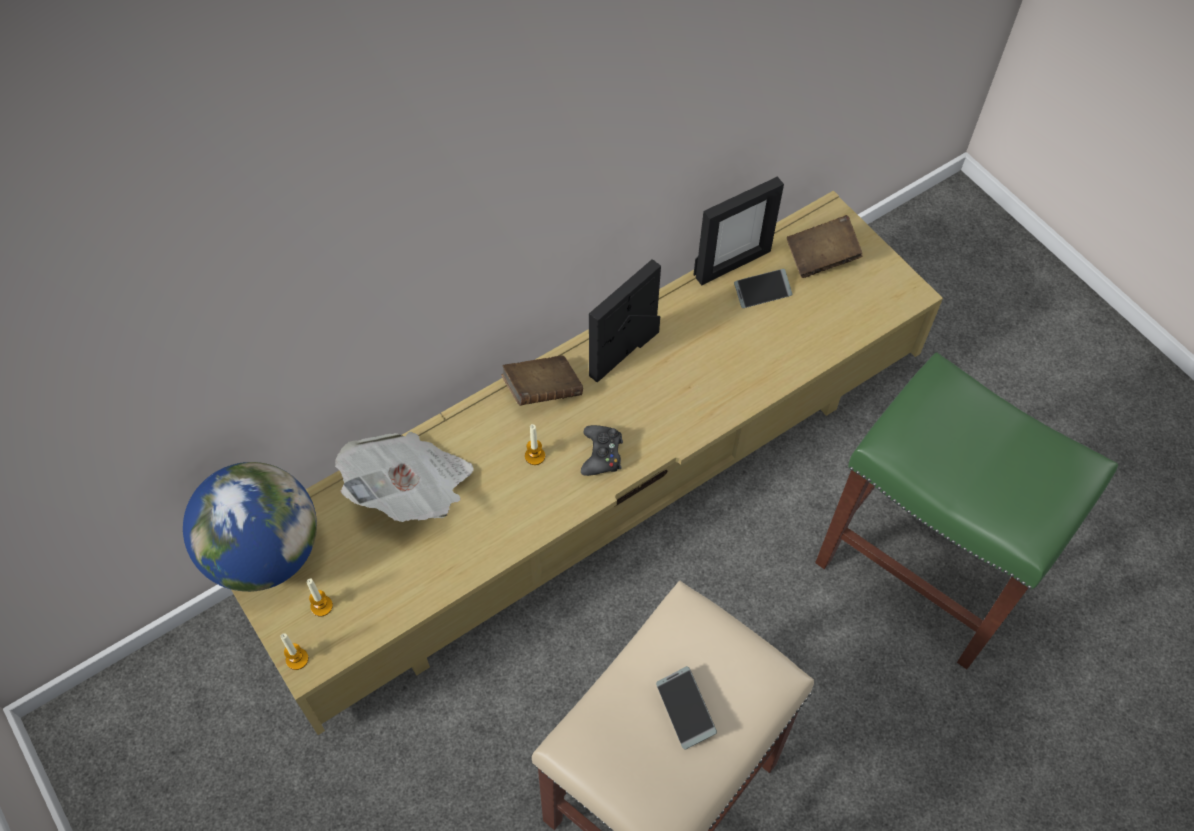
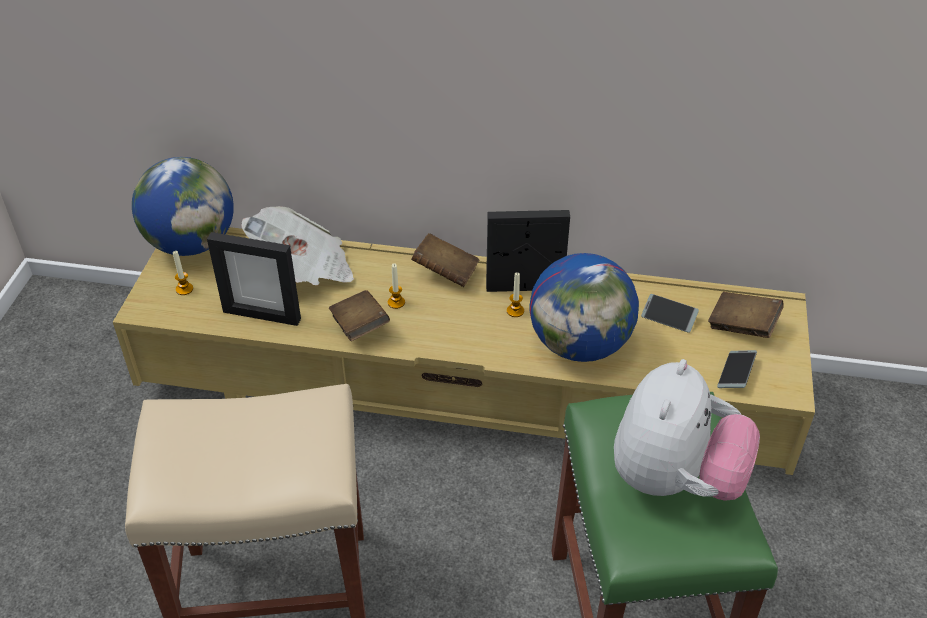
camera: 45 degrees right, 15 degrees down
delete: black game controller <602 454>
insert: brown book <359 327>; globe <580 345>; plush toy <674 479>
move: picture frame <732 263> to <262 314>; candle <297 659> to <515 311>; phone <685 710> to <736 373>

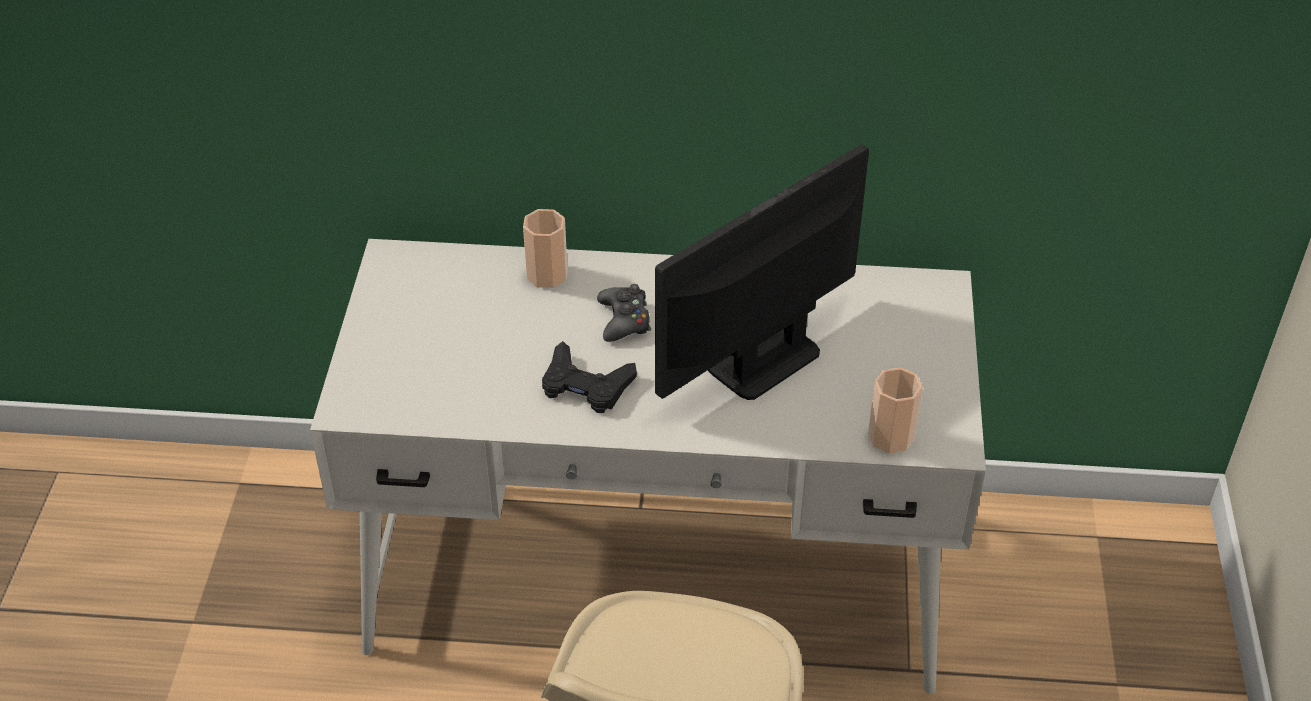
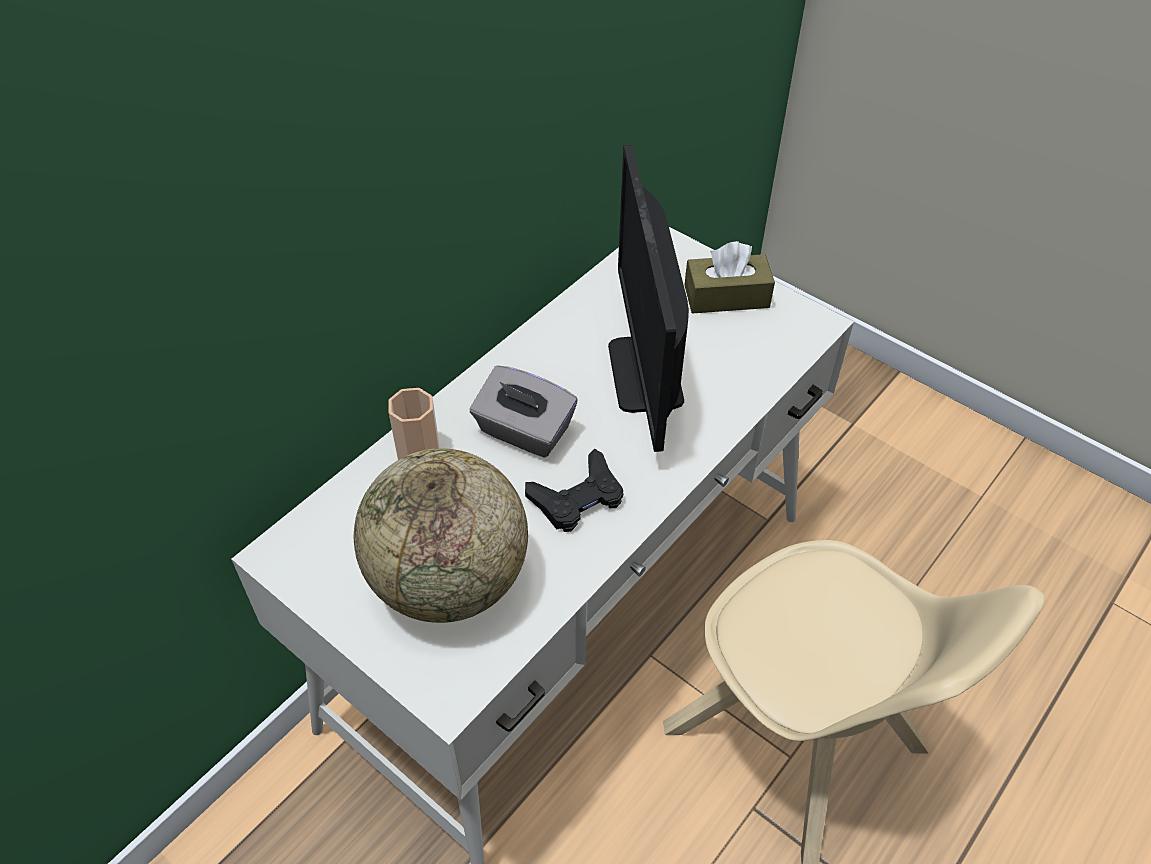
camera: 55 degrees left, 5 degrees up
delete: cup <891 436>
insert: globe <449 580>; brown tissue box <726 296>
replace: black game controller <624 320> to grey tissue box <524 432>

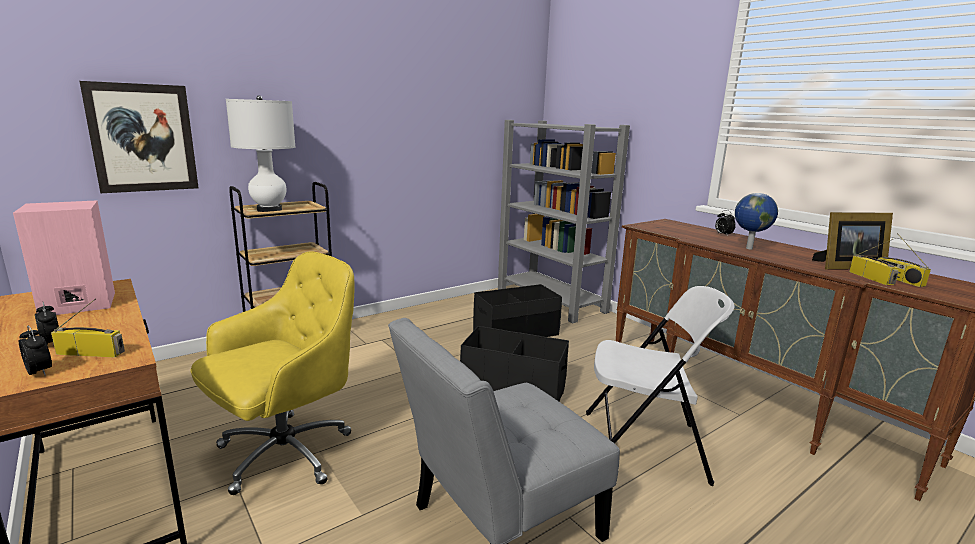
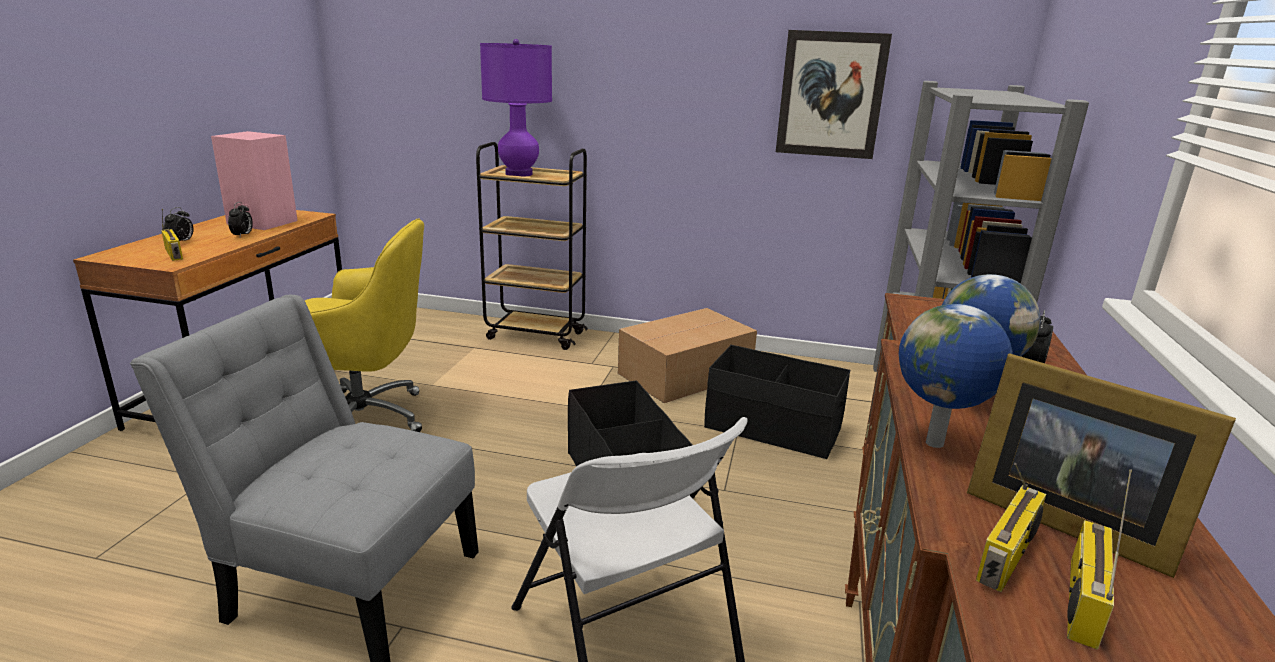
camera: 50 degrees right, 5 degrees up
insert: cardboard box <687 374>; globe <936 444>
move: alarm clock <40 372> to <243 236>; picture <143 138> to <831 95>
recolor: white table lamp <269 210> to purple table lamp <518 174>

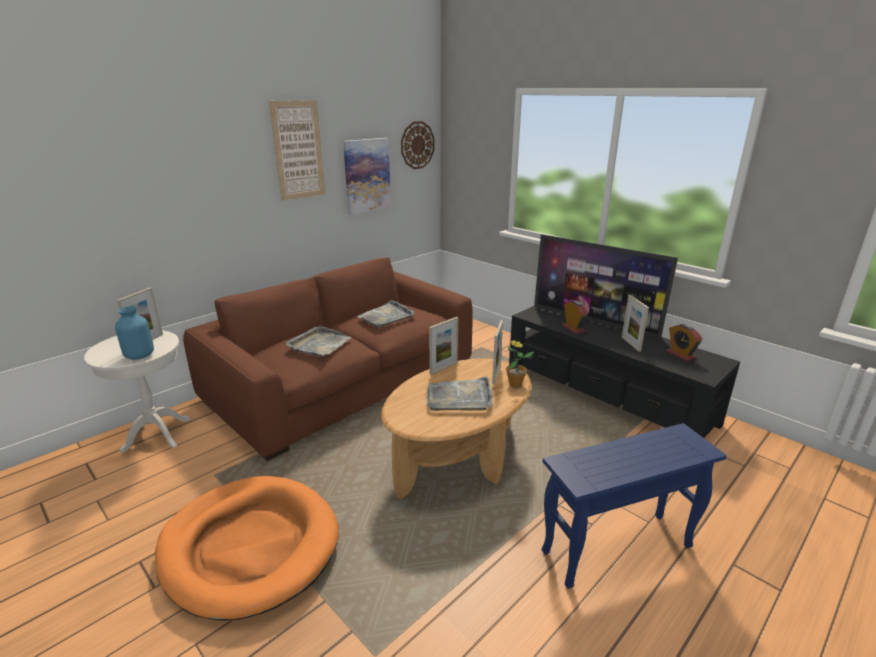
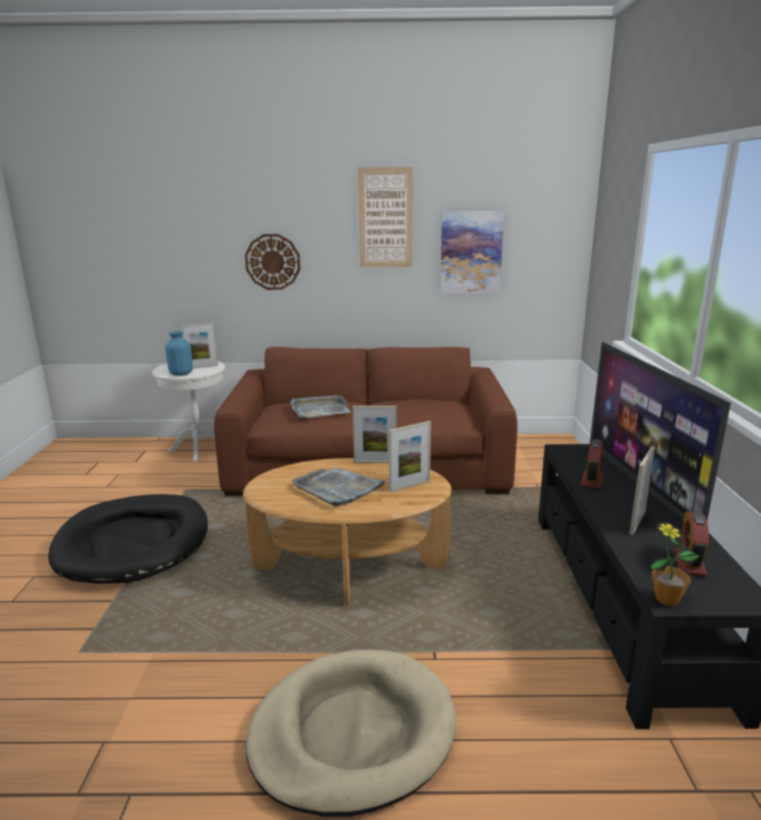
camera: 45 degrees right, 5 degrees down
delete: grey tray <386 316>
move: wall clock <417 145> to <272 262>; potted plant <515 384> to <666 599>
replace: blue side table <617 549> to beige dog bed <352 733>
recolor: orange dog bed <250 547> to black dog bed <133 543>

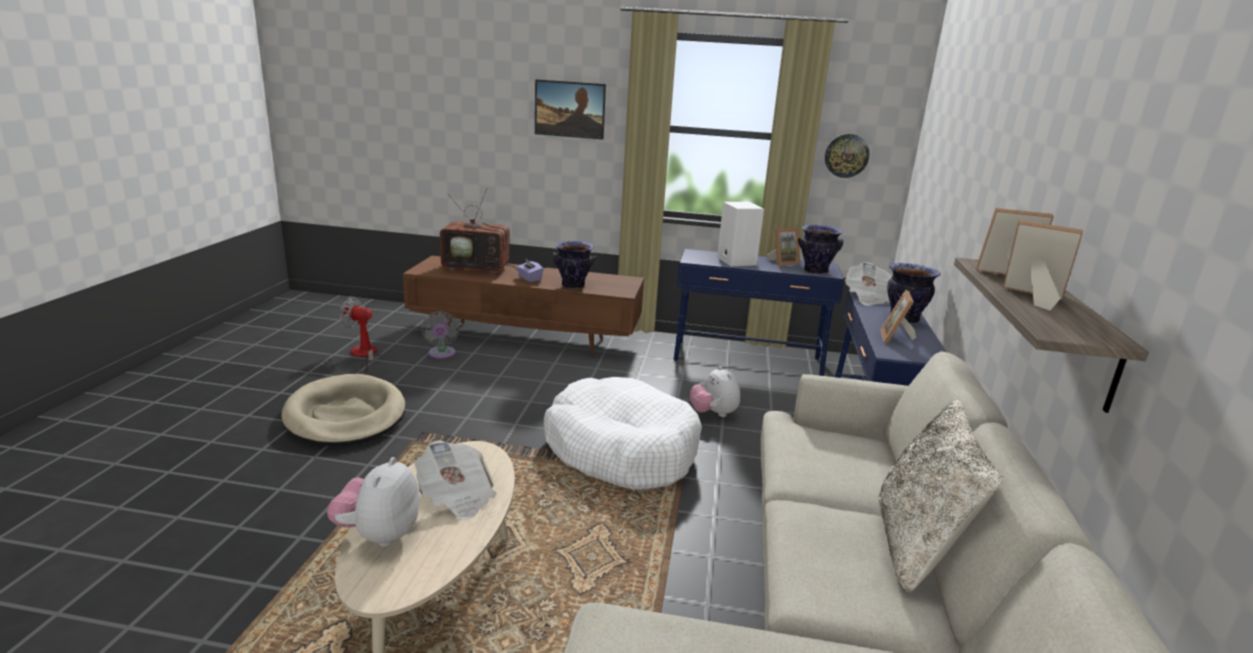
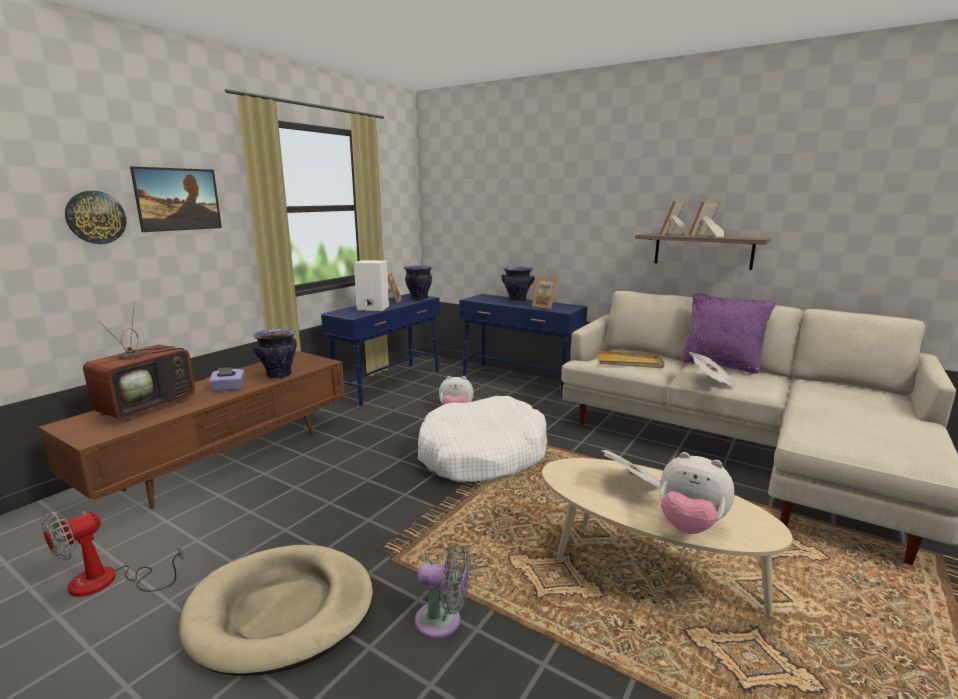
camera: 65 degrees left, 5 degrees down
insert: beige tray <629 362>
move: wall clock <846 155> to <96 217>; grey fan <441 354> to <443 621>; newspaper <867 297> to <712 382>
recolor: beige pillow <914 552> to purple pillow <721 366>

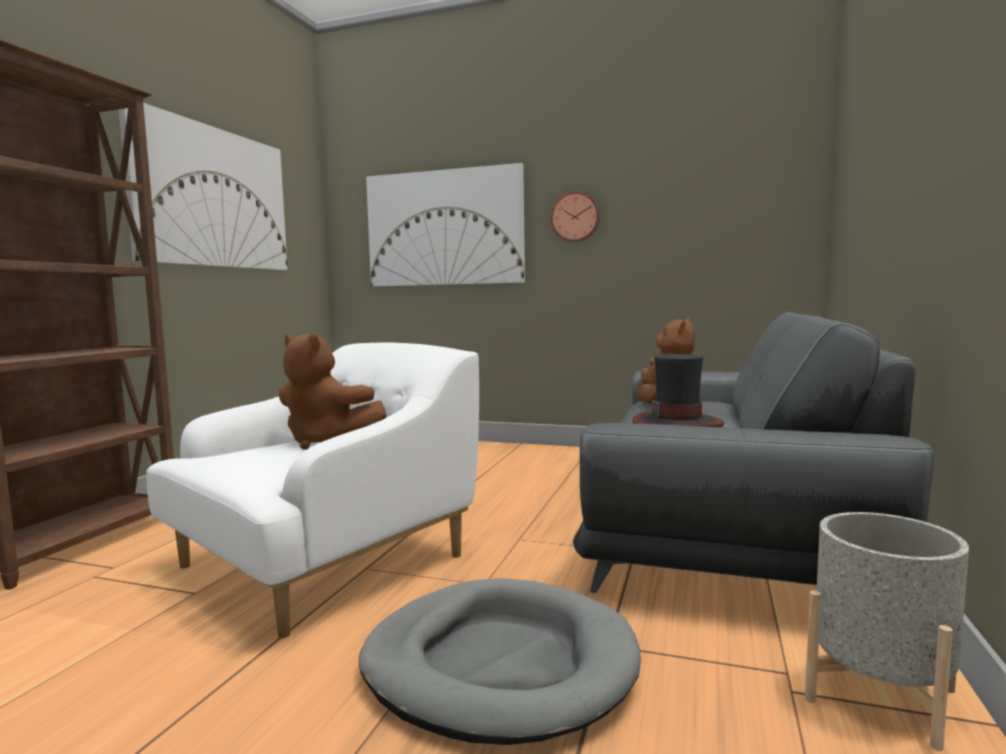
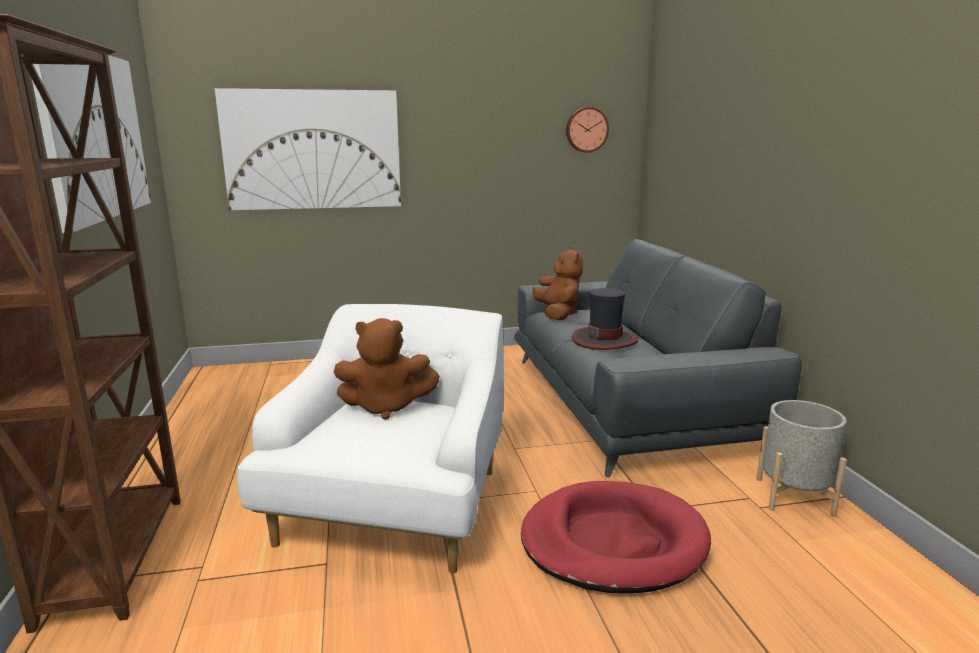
camera: 30 degrees left, 10 degrees up
move: wall clock <575 217> to <586 129>
recolor: grey dog bed <499 664> to red dog bed <613 542>

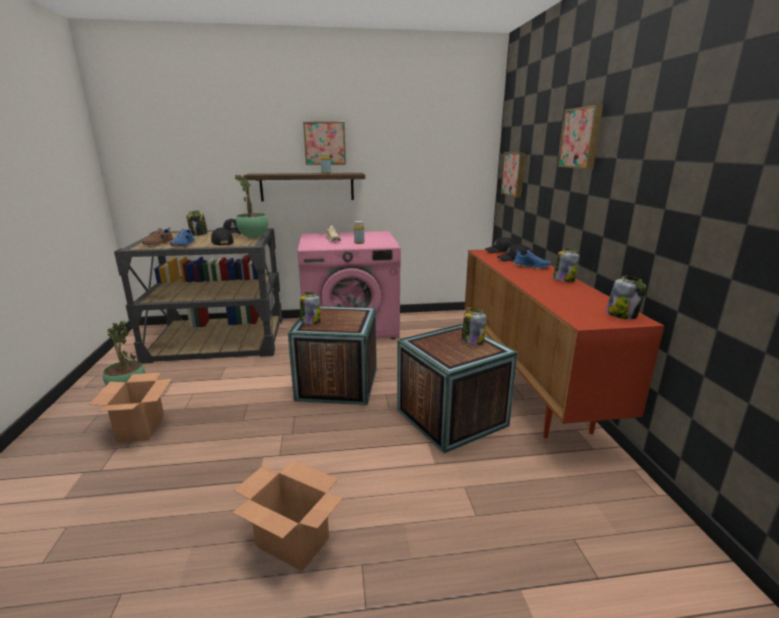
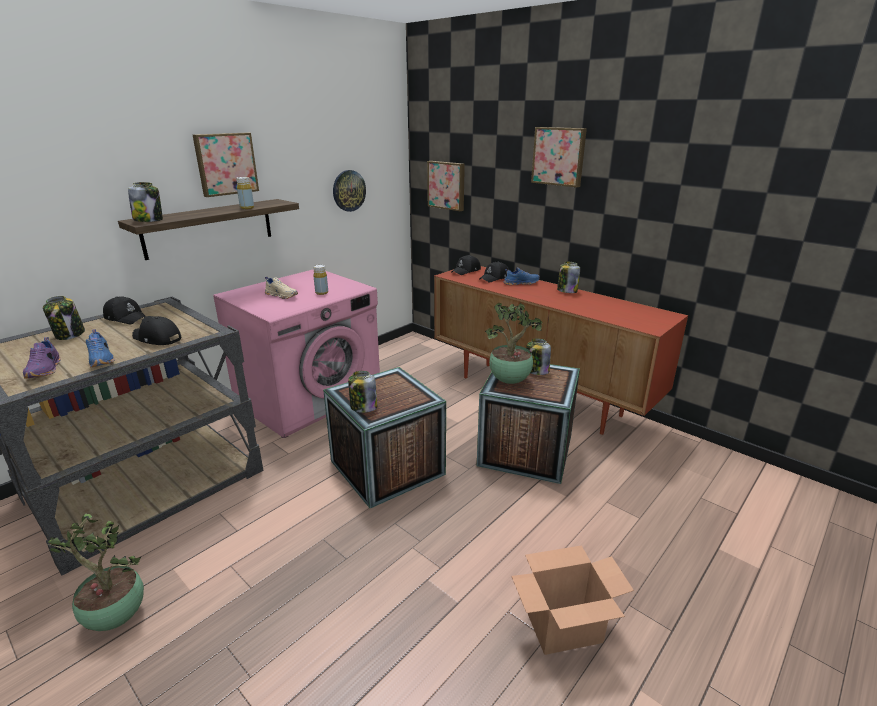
camera: 40 degrees left, 5 degrees up
delete: cardboard box <141 428>
insert: wall clock <348 190>
move: jar <622 315> to <149 220>; potted plant <253 237> to <511 381>
recolor: brown shoe <159 244> to purple shoe <45 370>

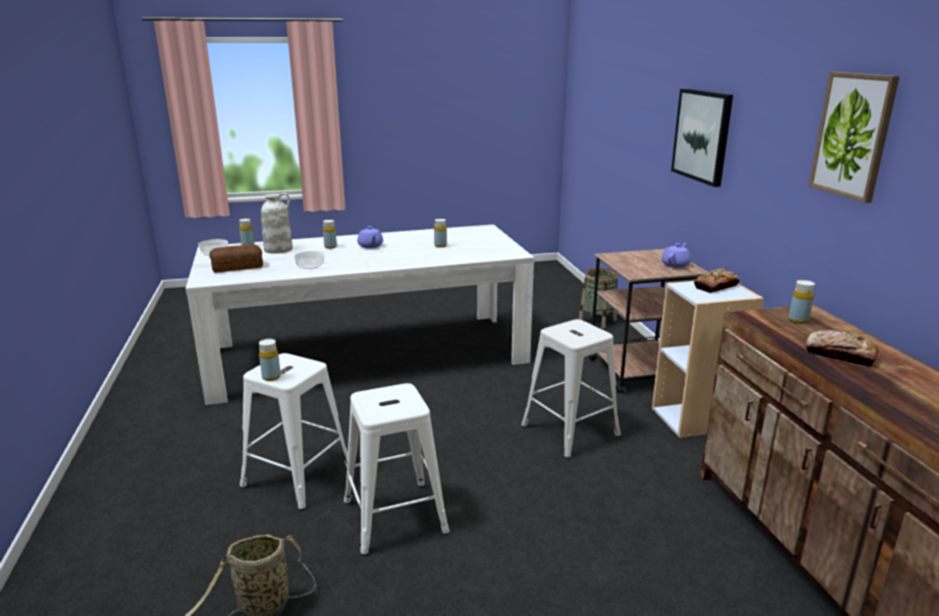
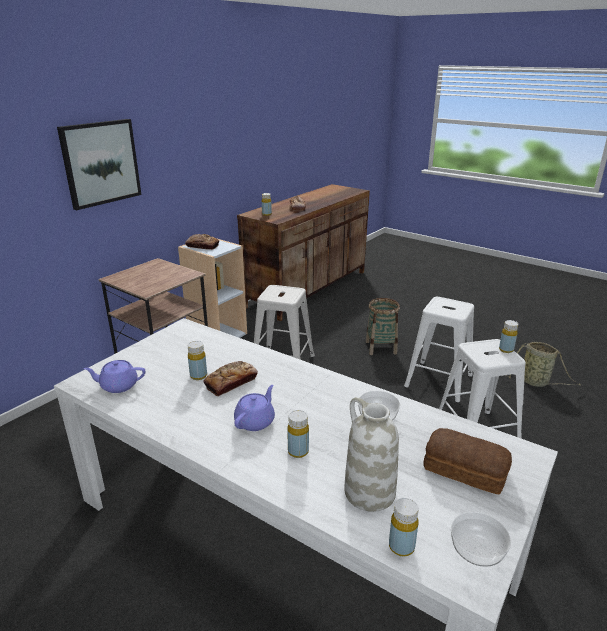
camera: 130 degrees left, 5 degrees up
delete: picture <853 135>
insert: bread <231 382>
move: purple teapot <675 264> to <118 386>; basket <597 321> to <381 347>

